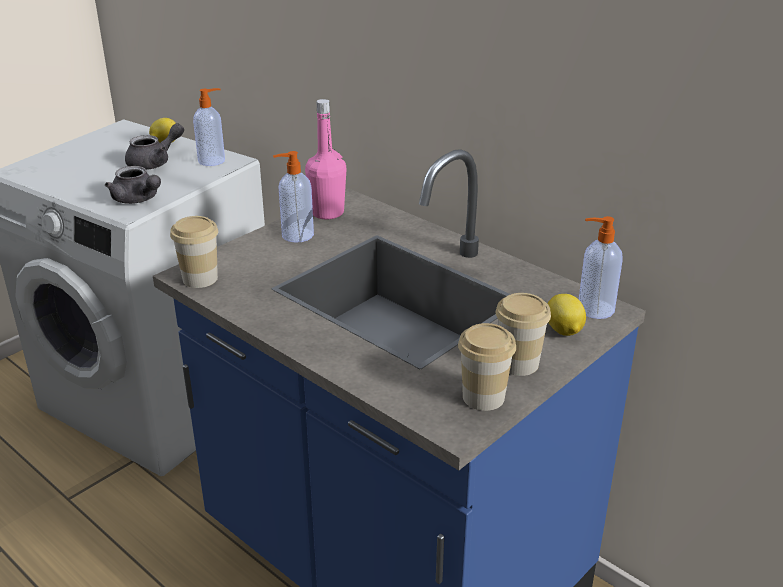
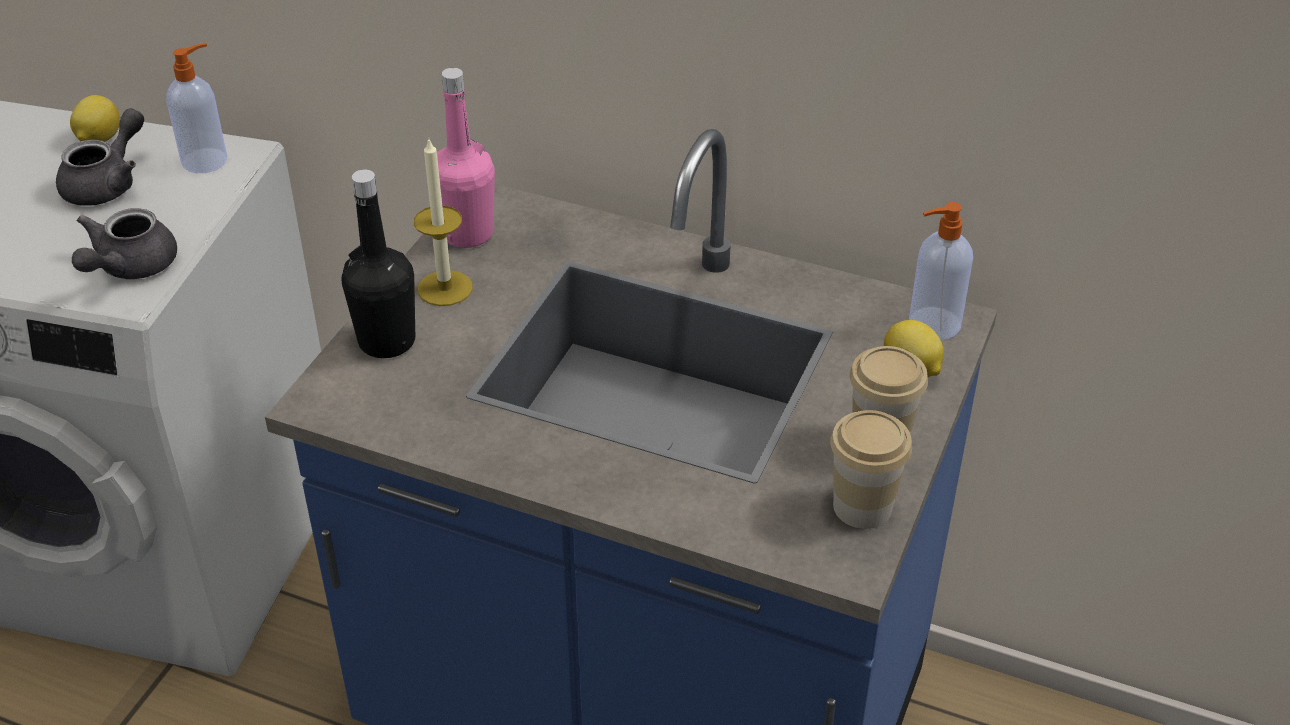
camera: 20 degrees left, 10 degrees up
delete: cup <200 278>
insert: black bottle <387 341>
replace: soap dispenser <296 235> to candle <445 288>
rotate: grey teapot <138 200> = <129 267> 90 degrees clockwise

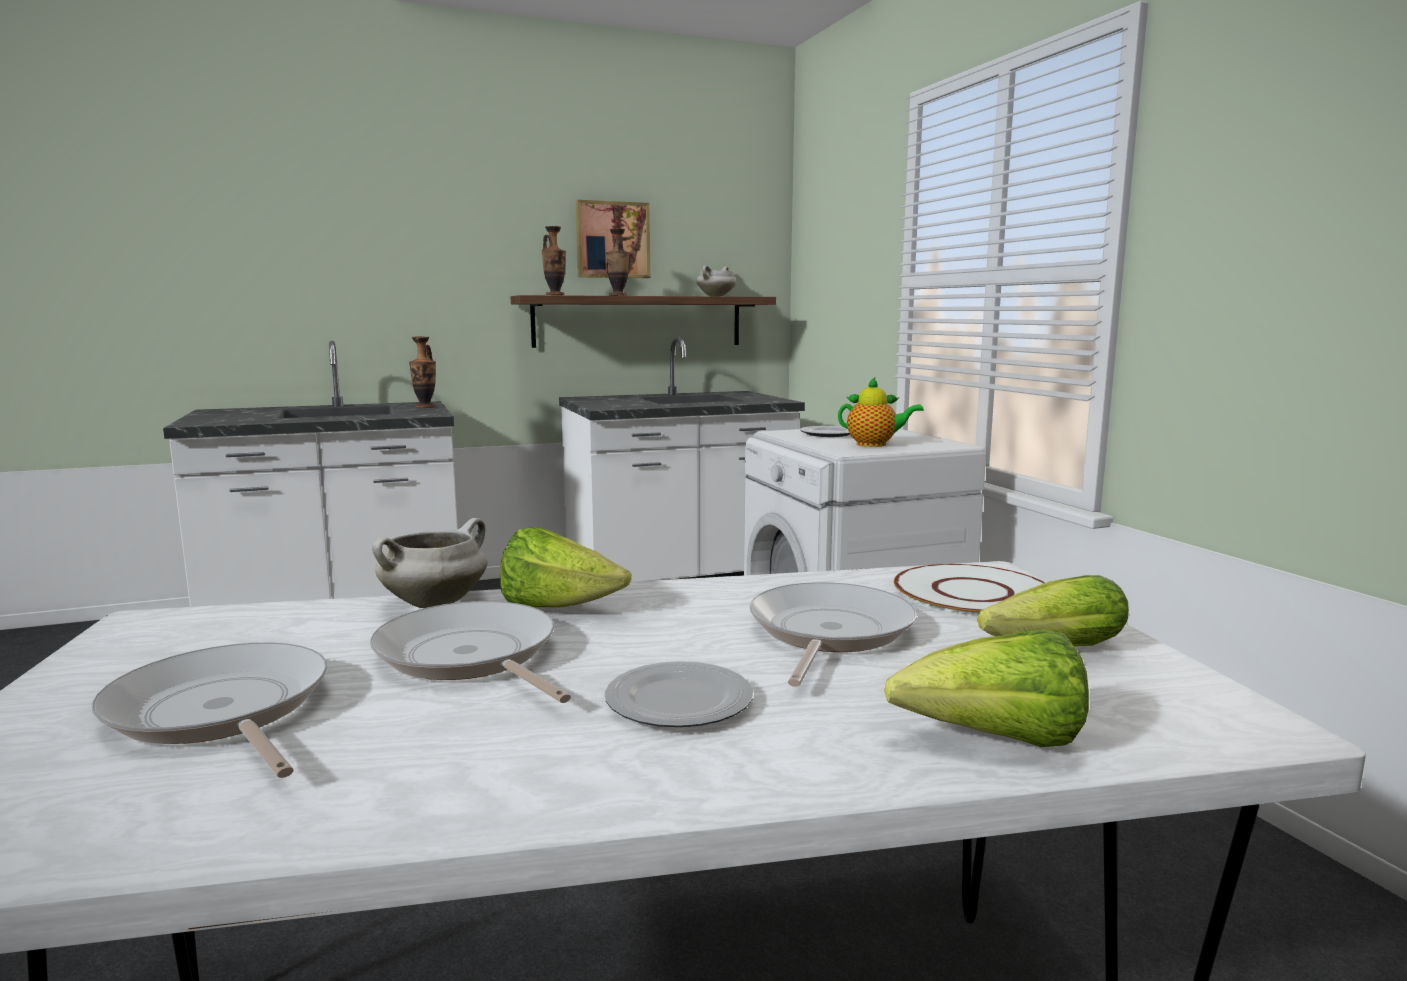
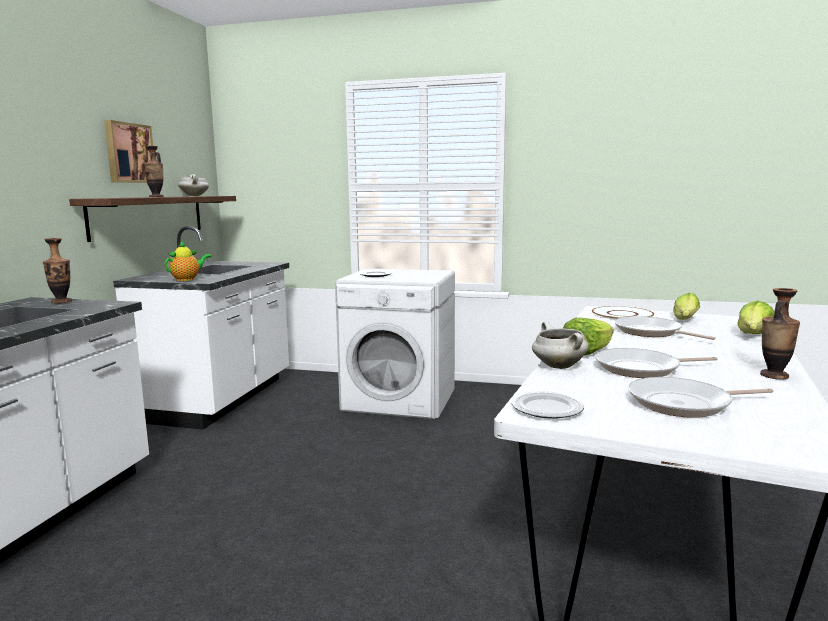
camera: 55 degrees left, 0 degrees up
move: teapot <875 445> to <187 279>; plate <680 701> to <546 408>; vase <555 295> to <774 375>

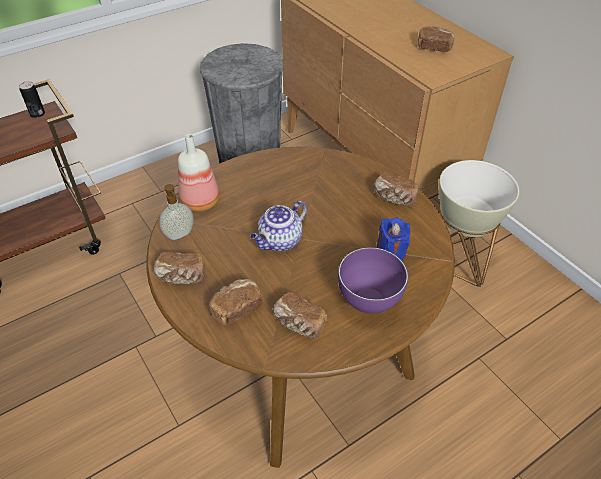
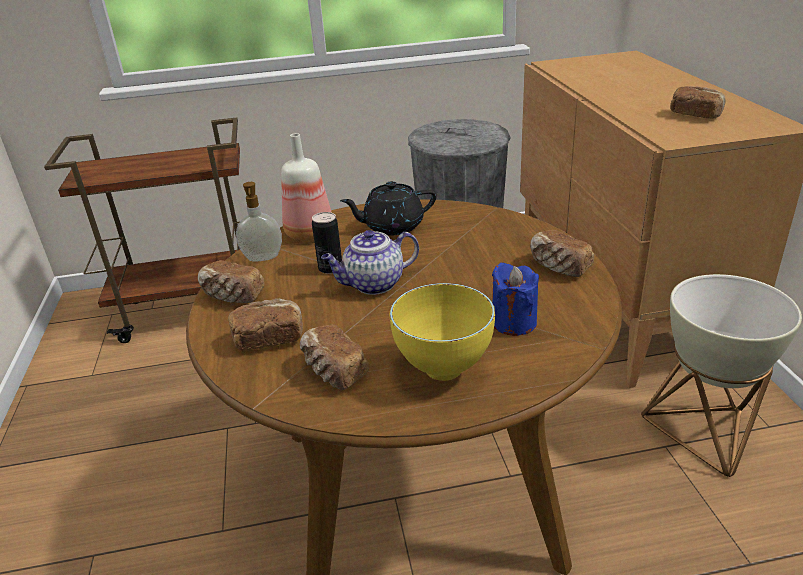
camera: 25 degrees right, 15 degrees down
insert: black teapot <392 226>
move: can <37 114> to <330 268>
recolor: purple bowl <367 304> to yellow bowl <441 371>

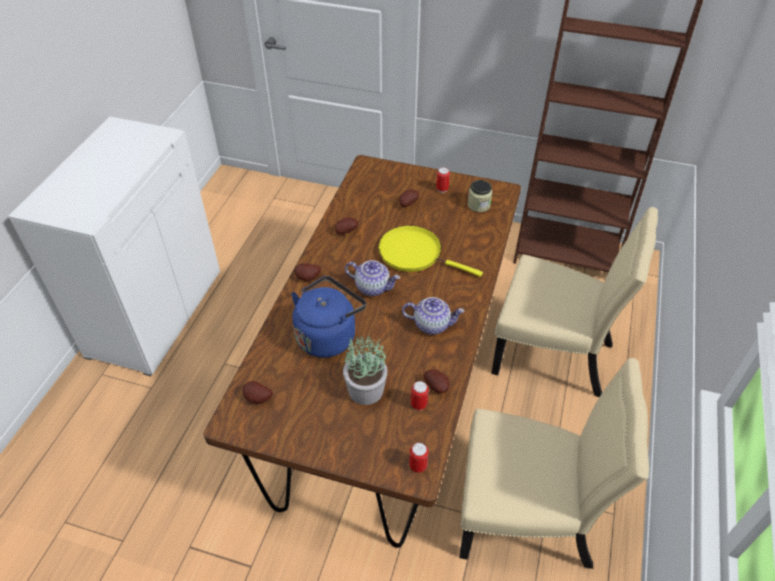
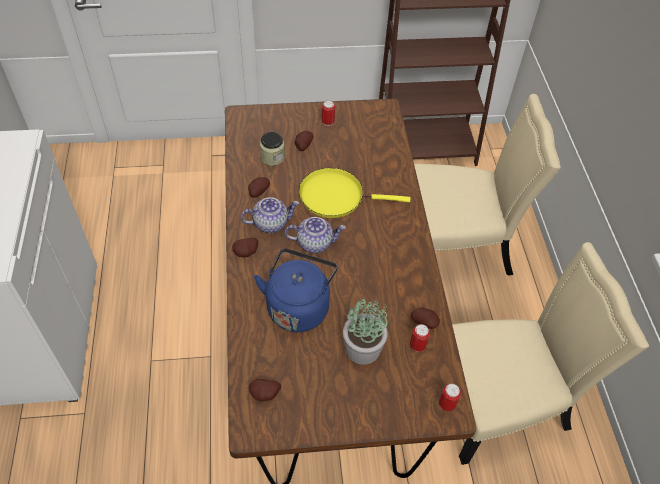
camera: 25 degrees left, 5 degrees up
move: teapot <432 324> to <271 223>; jar <478 205> to <272 157>

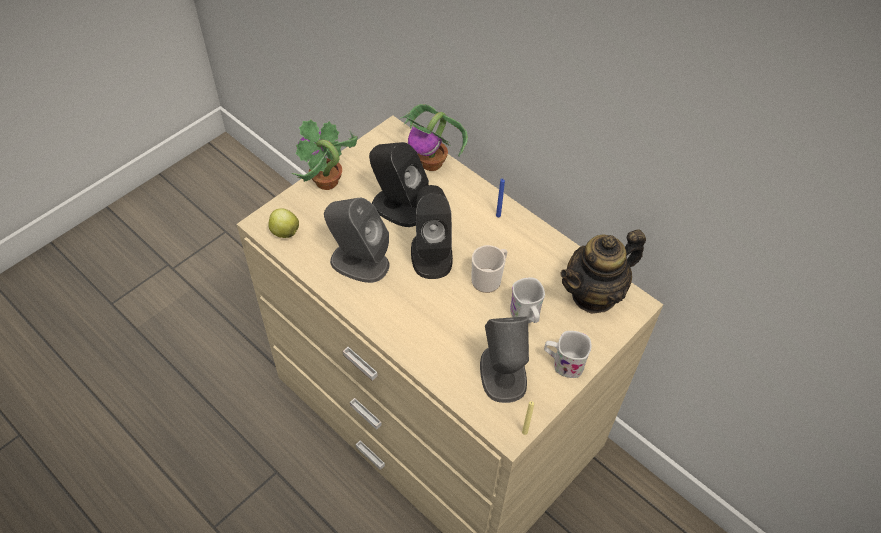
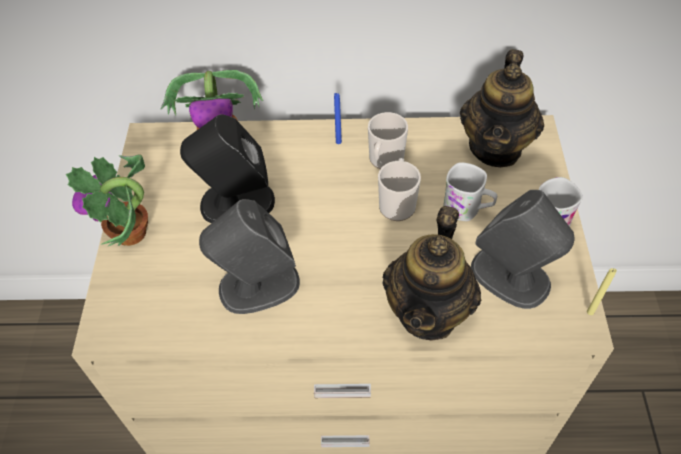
camera: 40 degrees left, 0 degrees up
delete: apple <284 232>; black speaker <431 254>
insert: mug <384 160>; teapot <428 312>

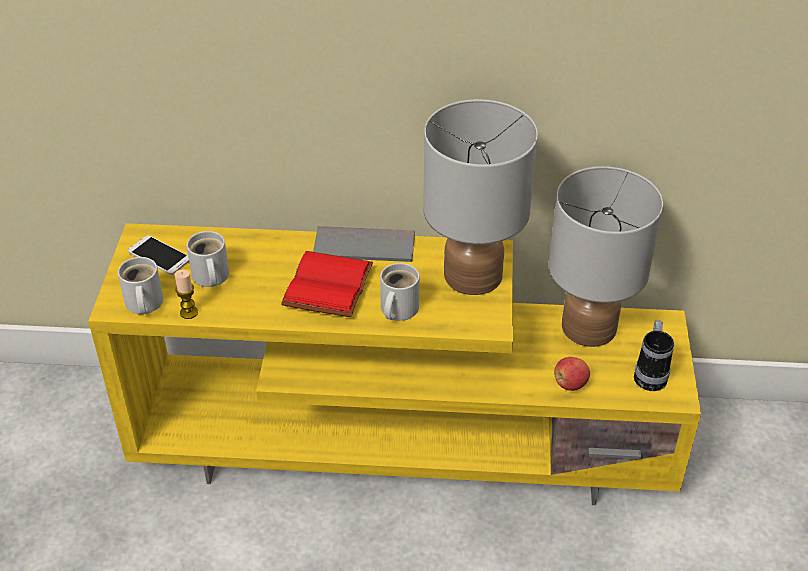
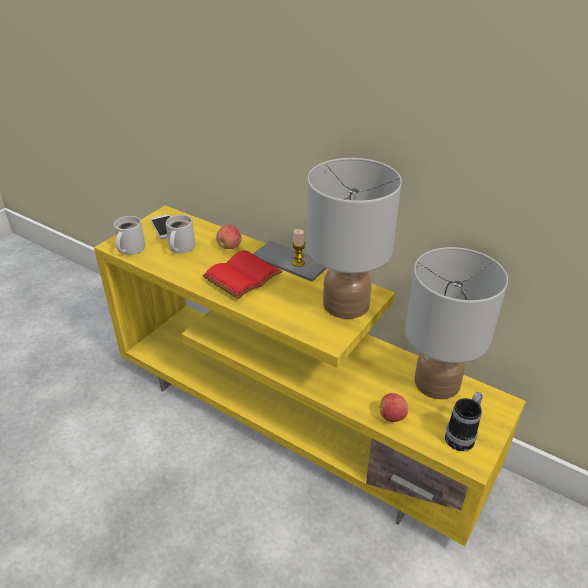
camera: 30 degrees right, 5 degrees down
delete: white mug <397 309>
insert: apple <229 246>
move: candle <189 312> to <298 263>

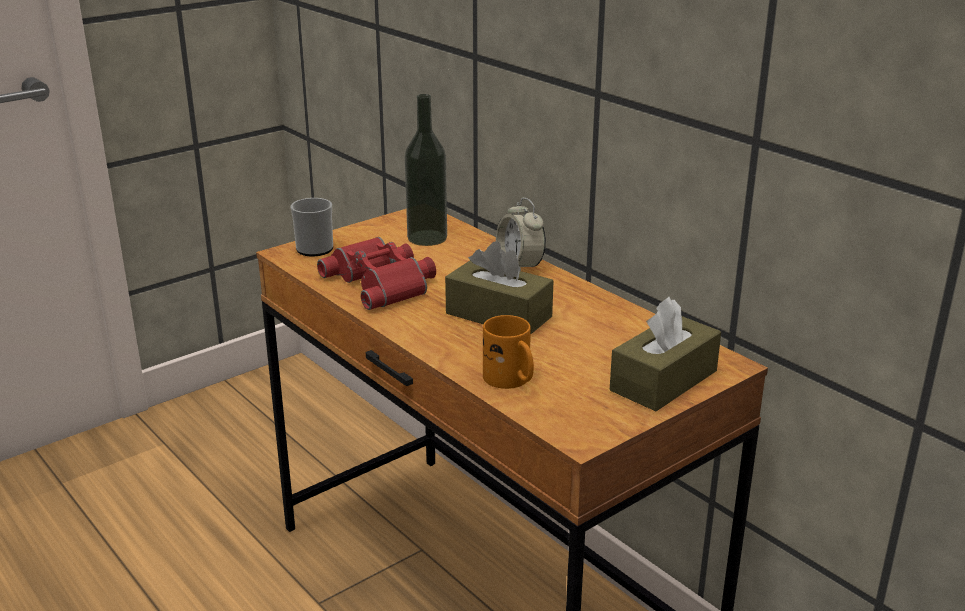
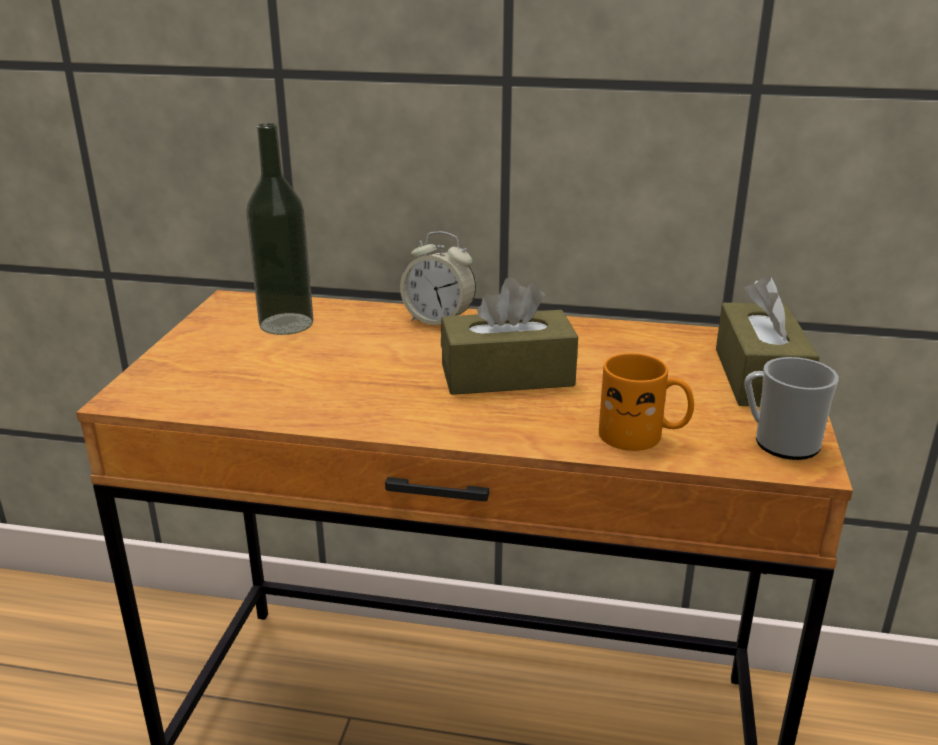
camera: 40 degrees left, 0 degrees up
delete: red binoculars <383 282>
move: mug <312 247> to <779 442>

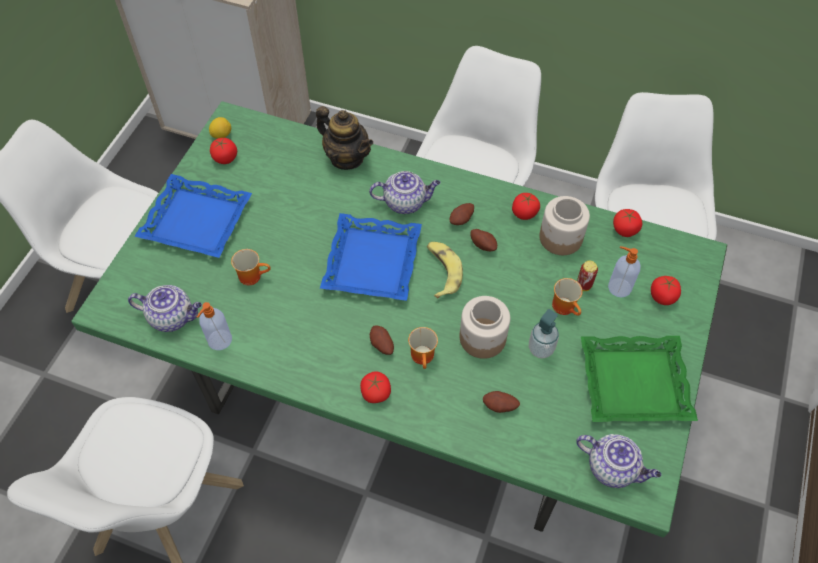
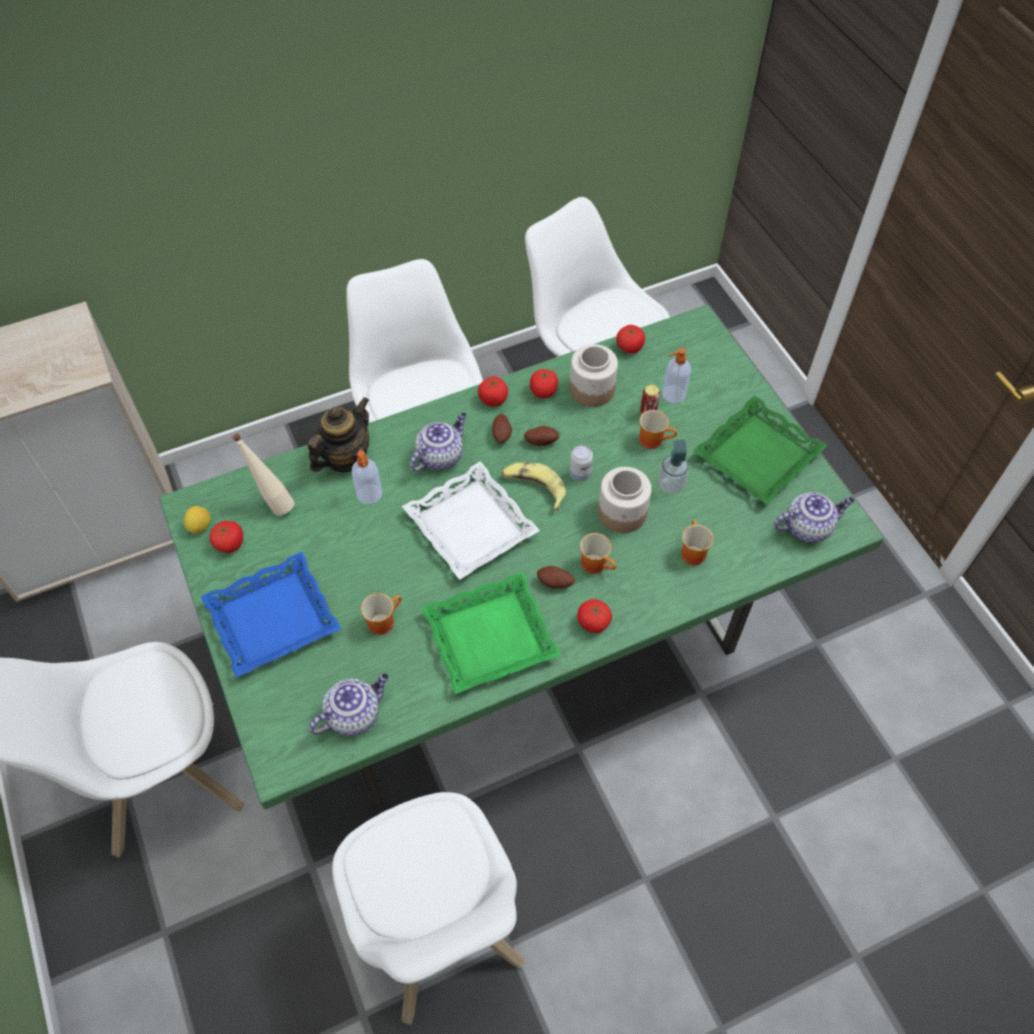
camera: 45 degrees left, 0 degrees up
insert: beige bottle <273 502>; green tray <490 636>; can <580 474>
move: soap dispenser <219 340> to <369 495>; tomato <662 296> to <493 399>
replace: potato <500 407> to mug <691 552>
recolor: blue tray <373 262> to white tray <471 525>
rotate: teapot <347 158> = <344 457> 45 degrees counterclockwise

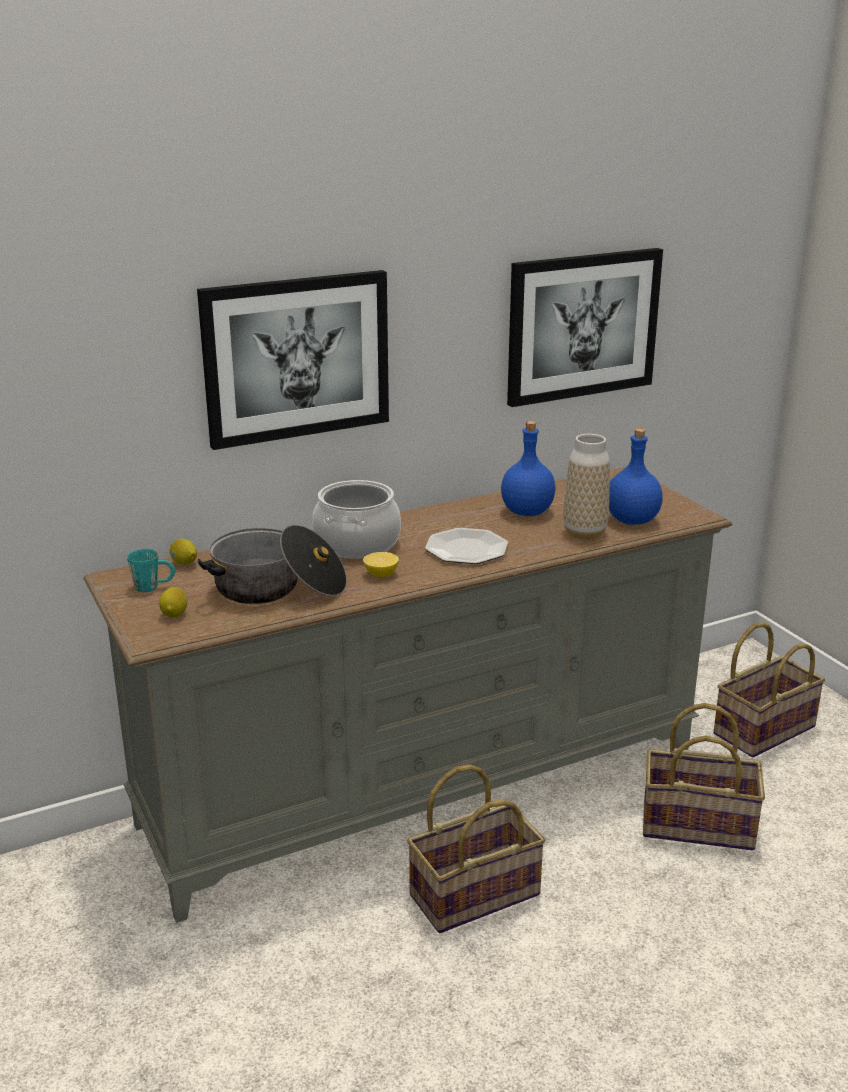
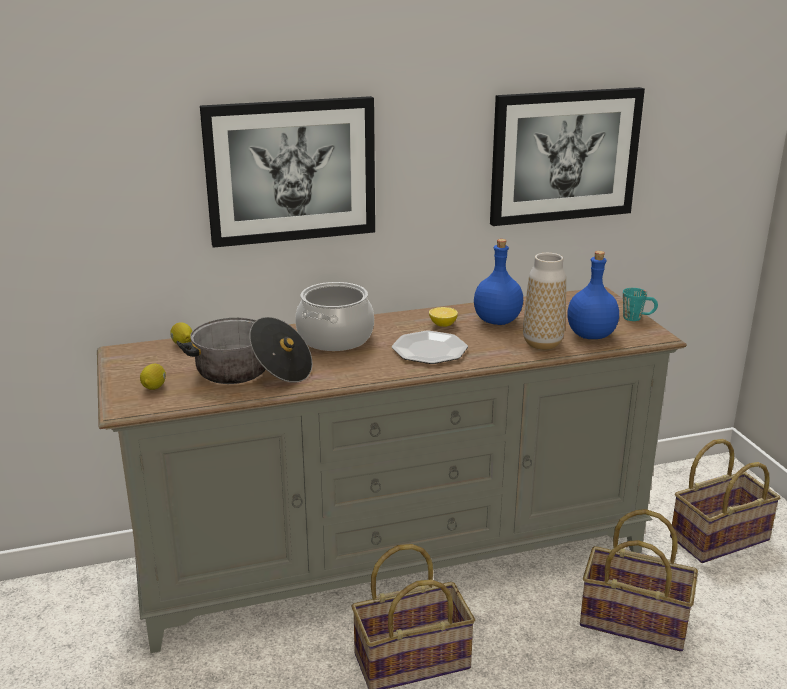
camera: 10 degrees right, 0 degrees up
move: lemon <381 574> to <443 325>; turquoise mug <154 587> to <638 318>

